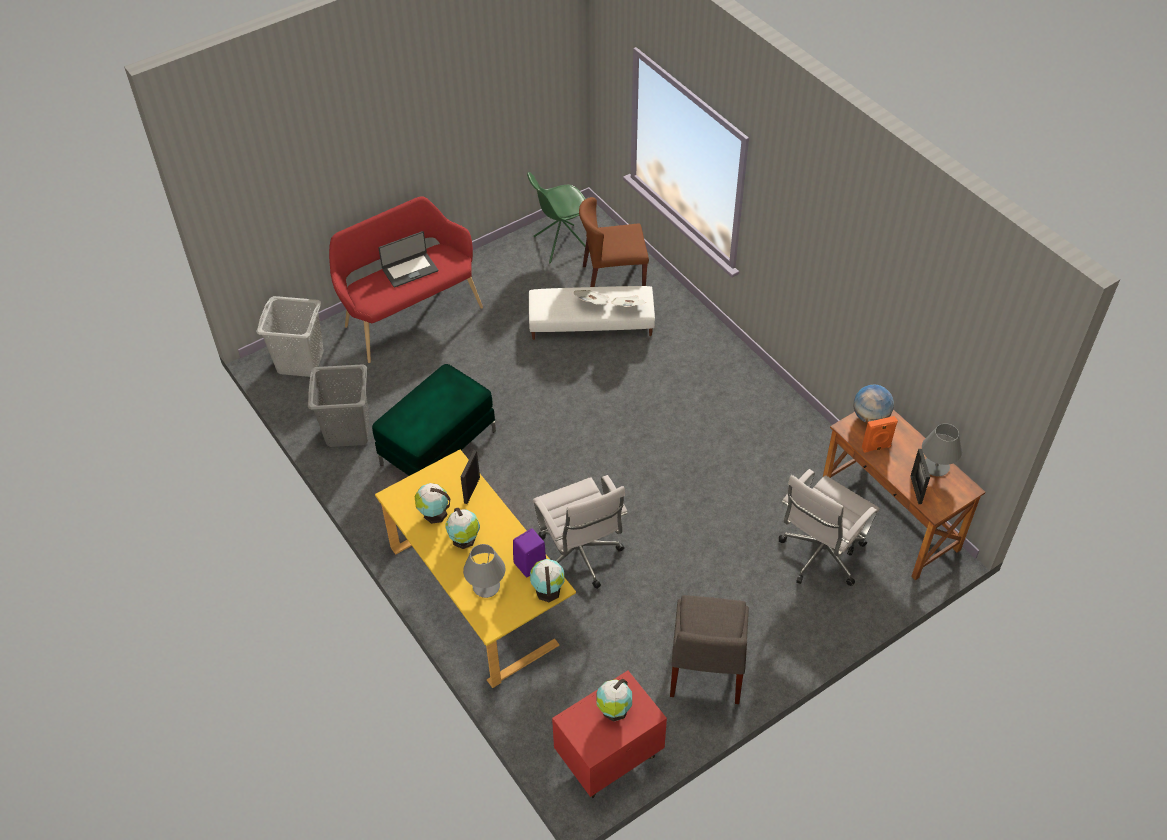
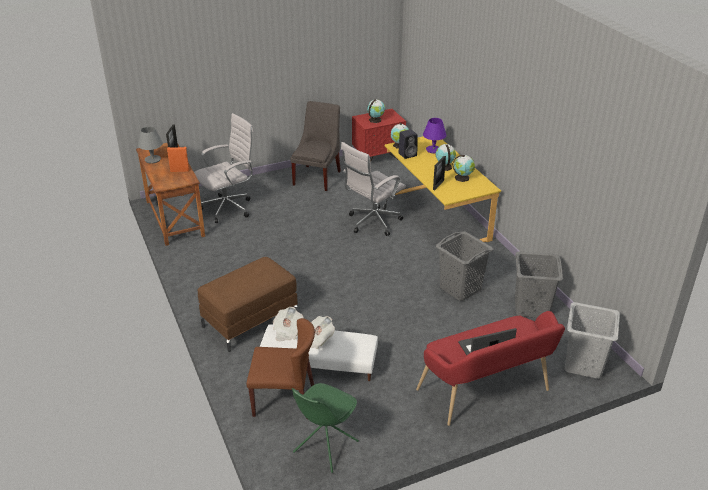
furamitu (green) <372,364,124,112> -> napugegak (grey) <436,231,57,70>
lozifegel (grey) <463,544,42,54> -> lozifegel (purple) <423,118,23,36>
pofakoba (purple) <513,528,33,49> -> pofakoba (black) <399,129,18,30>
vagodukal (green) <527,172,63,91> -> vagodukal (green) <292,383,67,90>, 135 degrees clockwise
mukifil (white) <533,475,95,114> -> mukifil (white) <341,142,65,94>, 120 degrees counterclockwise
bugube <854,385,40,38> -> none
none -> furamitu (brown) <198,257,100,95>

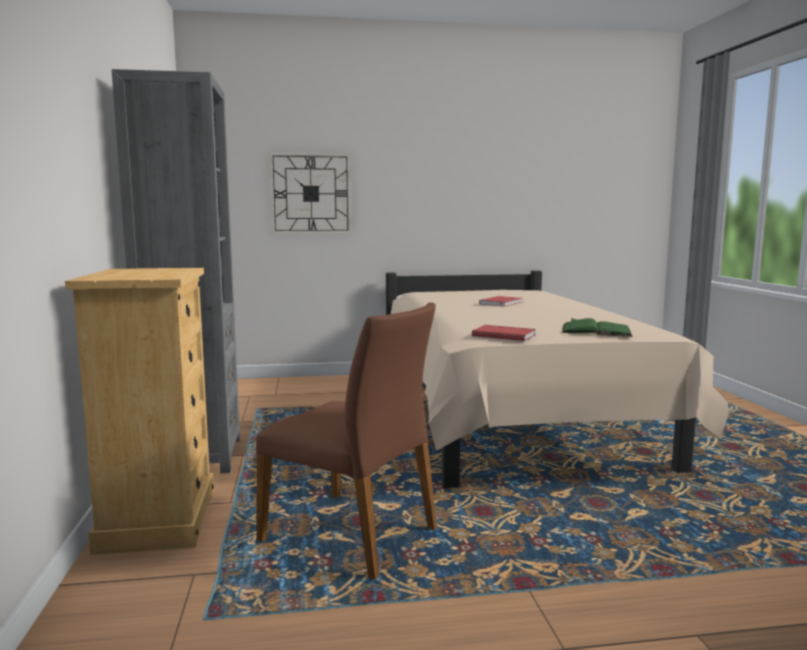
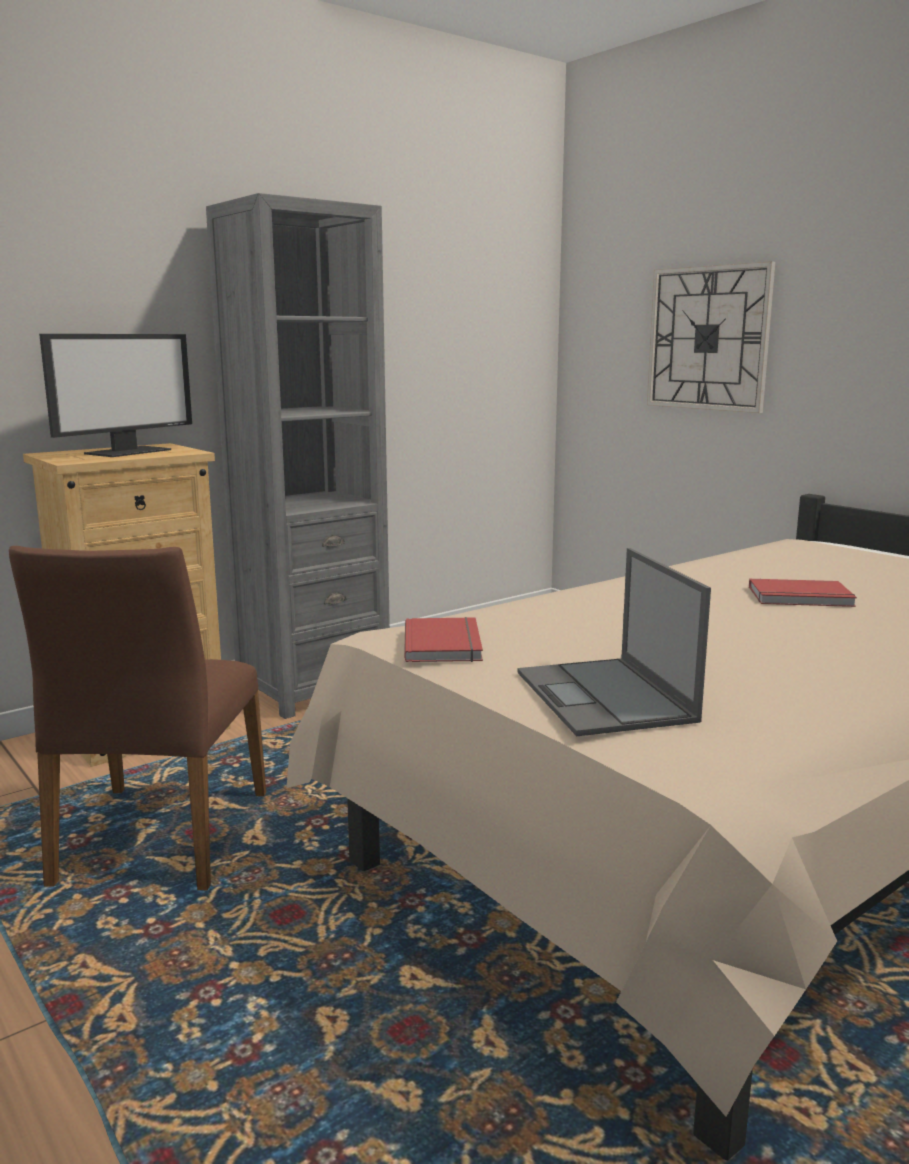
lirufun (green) <562,318,71,19> -> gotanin <518,548,193,188>
none -> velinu <39,334,153,123>

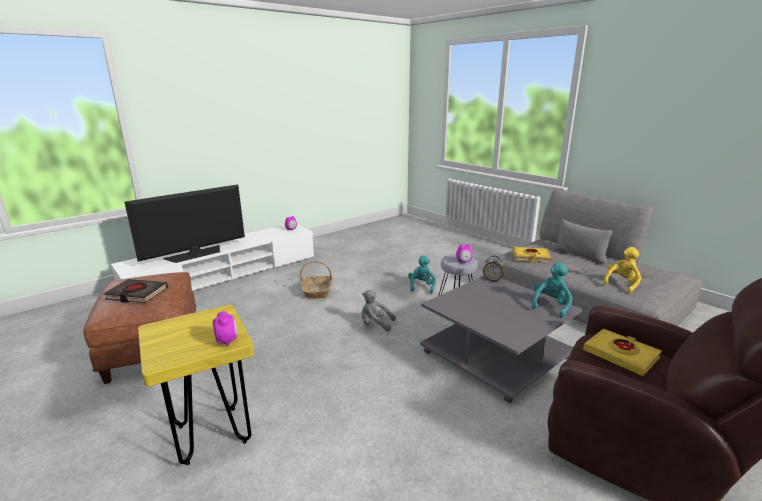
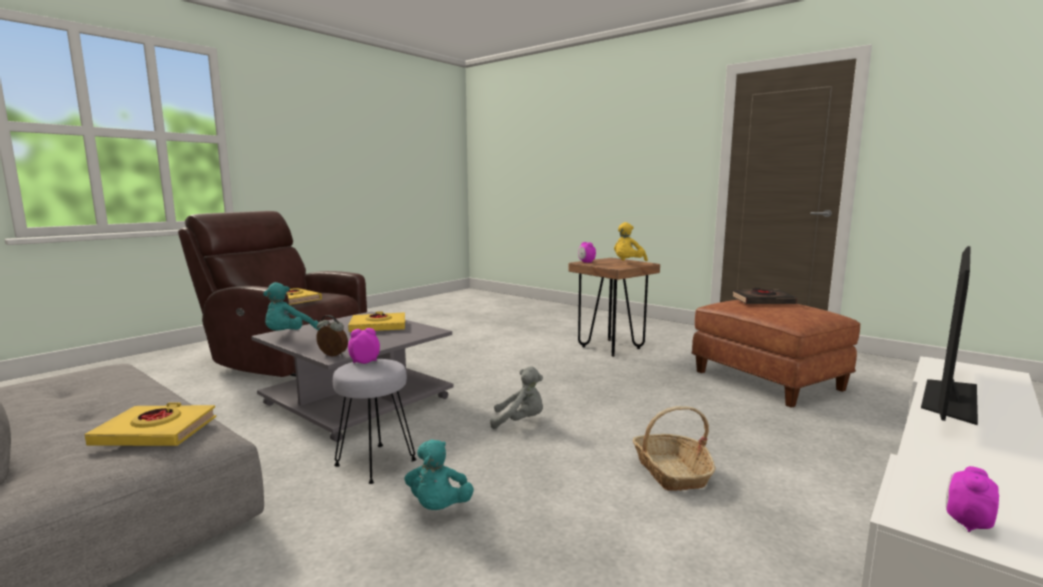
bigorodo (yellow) <138,305,116,160> -> bigorodo (brown) <569,258,91,99>
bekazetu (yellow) <603,247,38,47> -> bekazetu (yellow) <614,222,34,39>, move
none -> lirufun (yellow) <348,311,57,21>

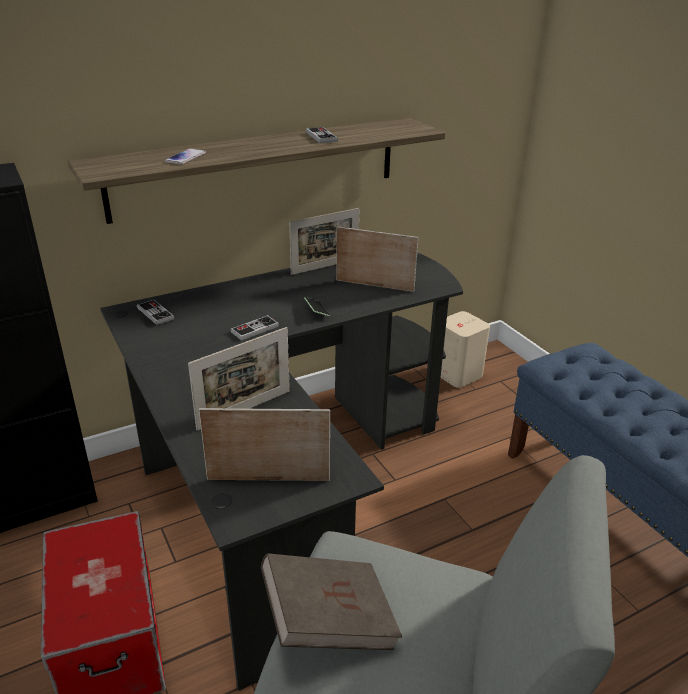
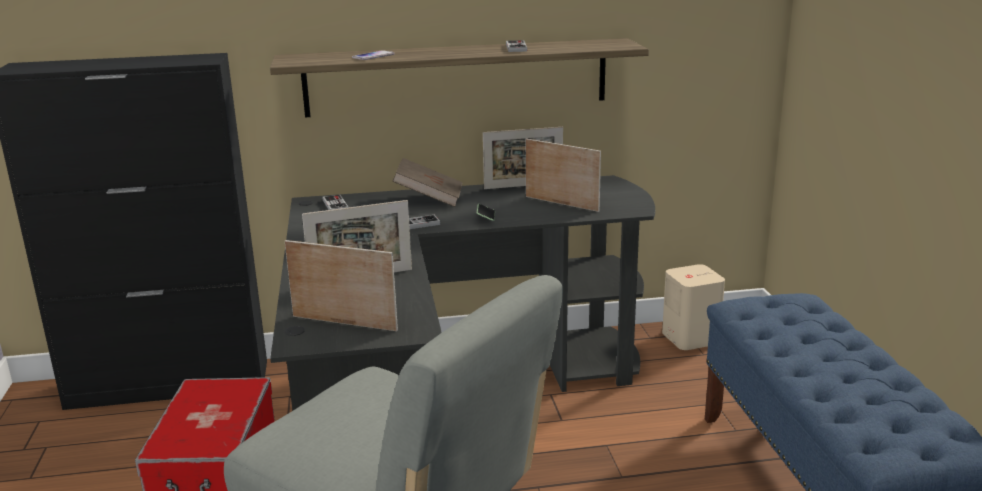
lirufun (brown) <261,553,141,97> -> lirufun (brown) <392,158,71,49>, move

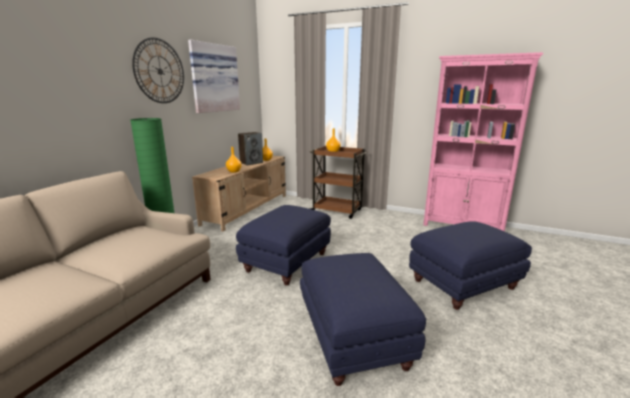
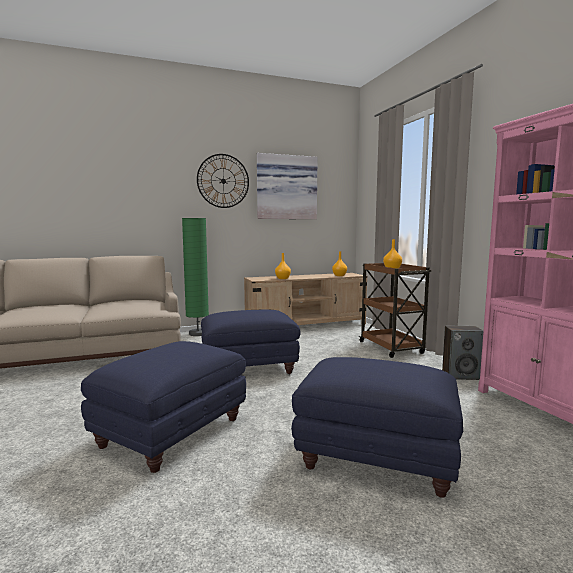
pofakoba <238,132,25,33> -> pofakoba <442,326,41,54>, move

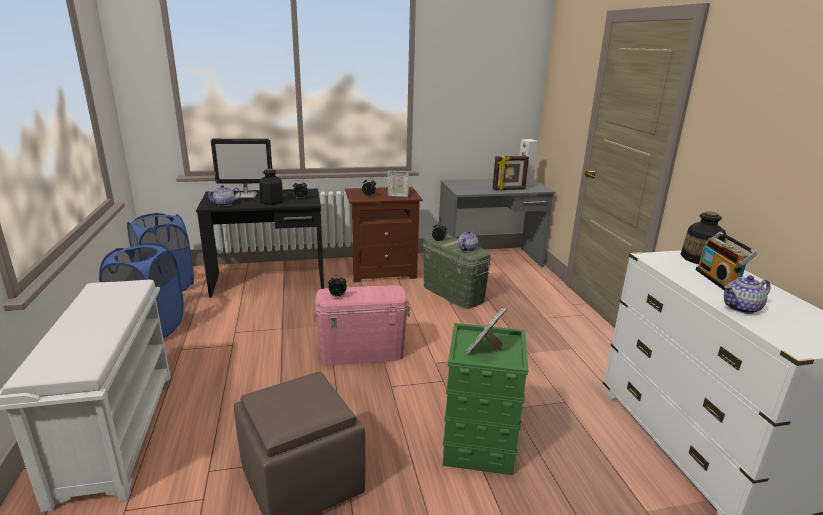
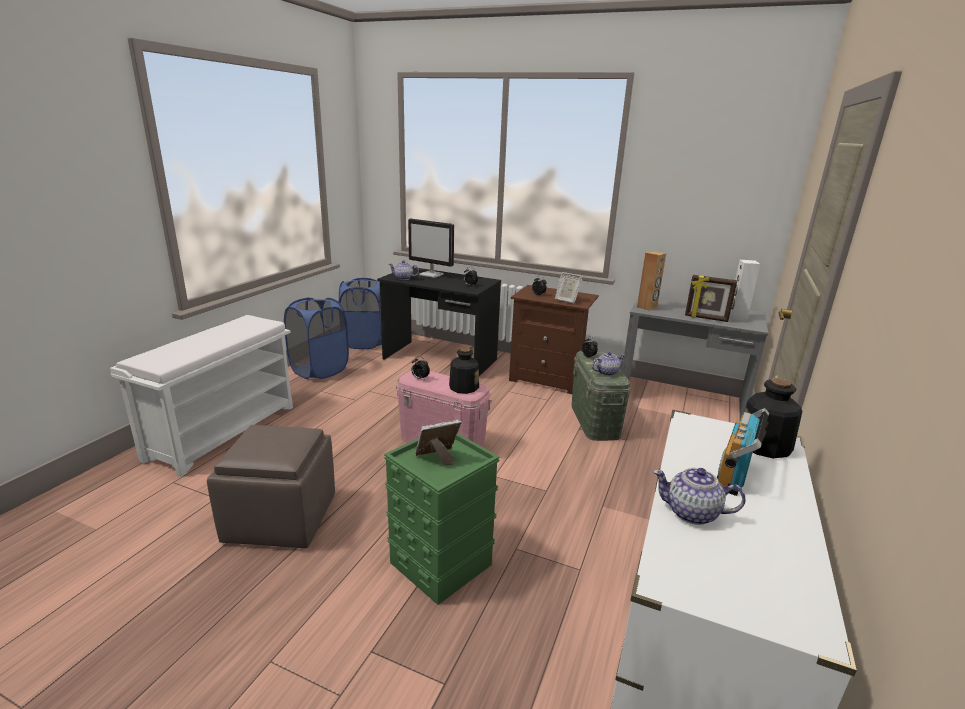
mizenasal <259,169,25,36> -> mizenasal <449,348,30,46>, move
none -> pofakoba (brown) <637,251,29,60>

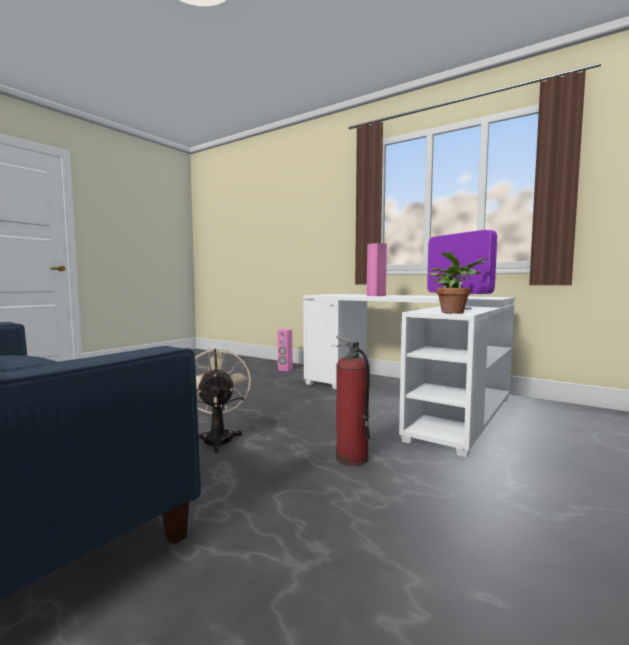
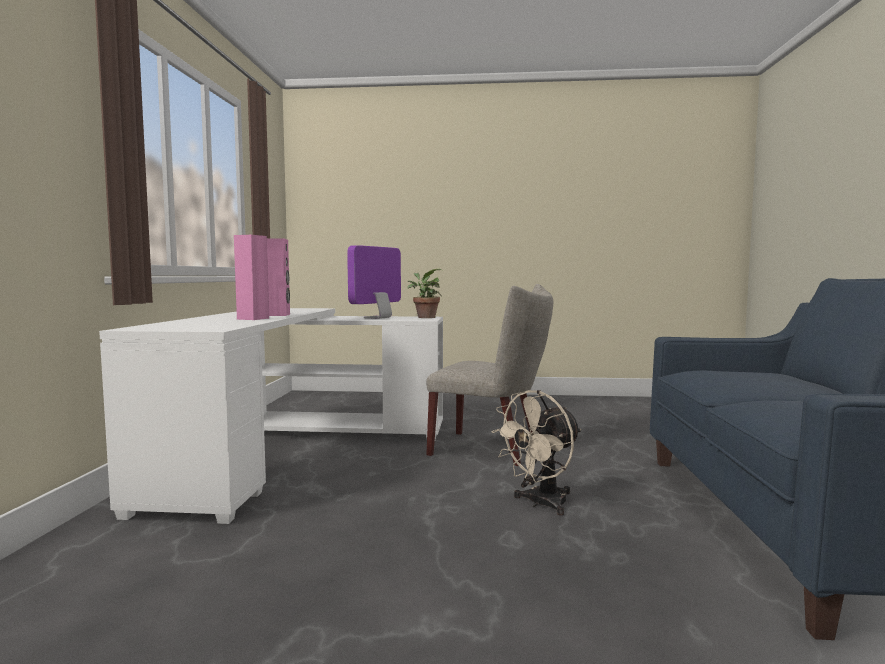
pofakoba (pink) <278,329,15,42> -> pofakoba (pink) <267,238,23,78>, move
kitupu <336,336,34,130> -> vagodukal (beige) <426,284,127,182>

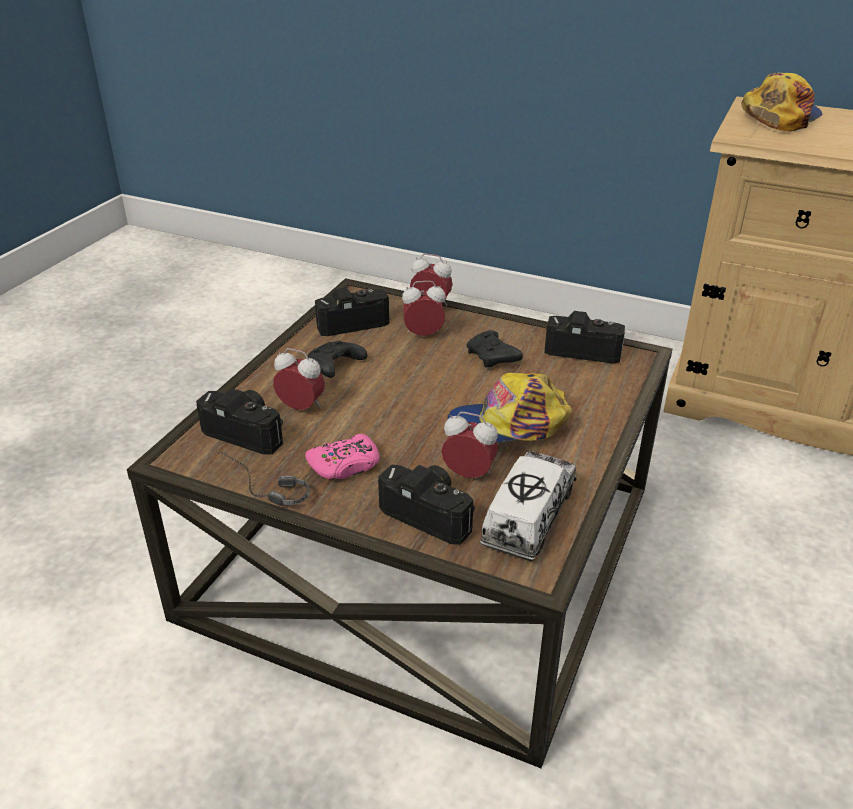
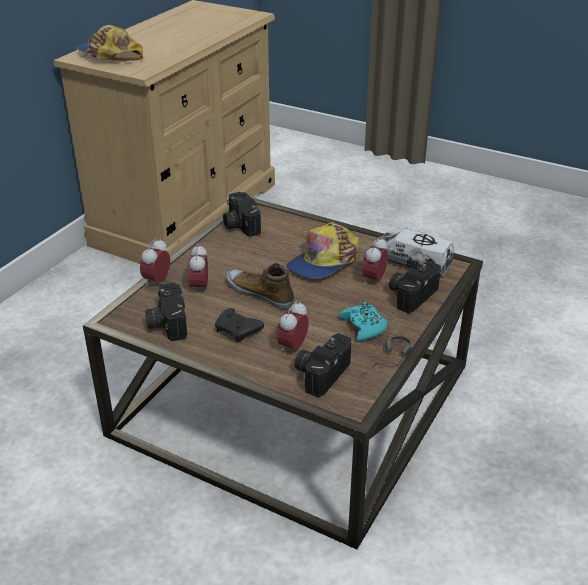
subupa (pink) <305,434,75,46> -> subupa (turquoise) <338,302,50,39>
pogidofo <447,373,125,70> -> pogidofo <286,222,73,56>, 45 degrees clockwise
subupa (black) <467,330,56,37> -> none
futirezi <544,311,81,52> -> futirezi <223,192,38,45>, 45 degrees counterclockwise
none -> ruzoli <226,263,68,46>

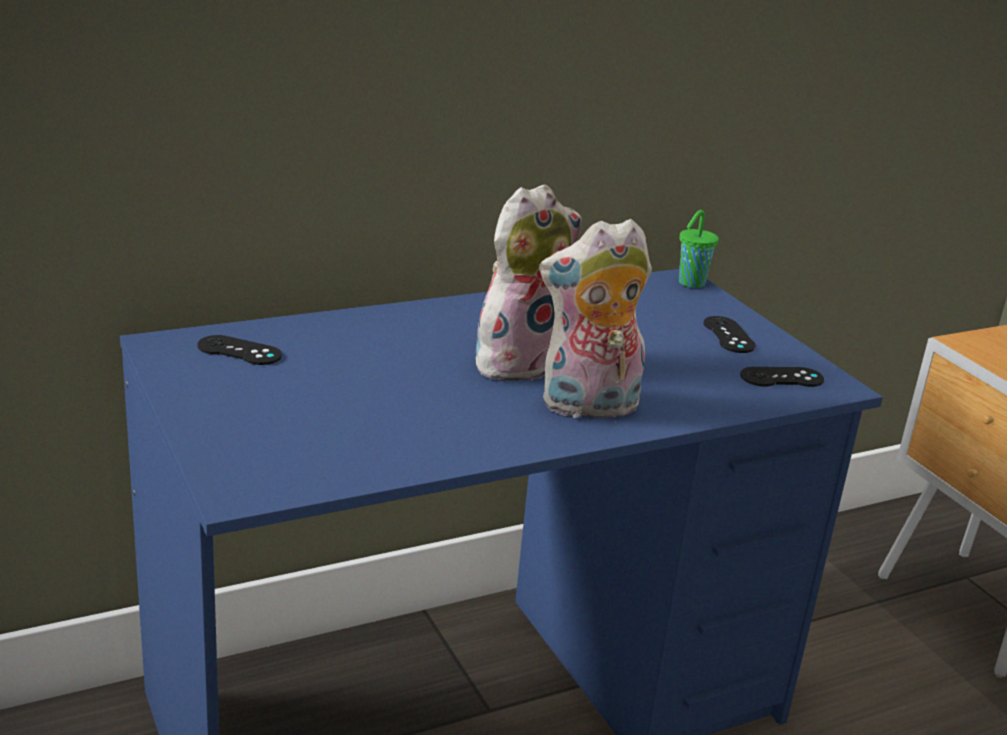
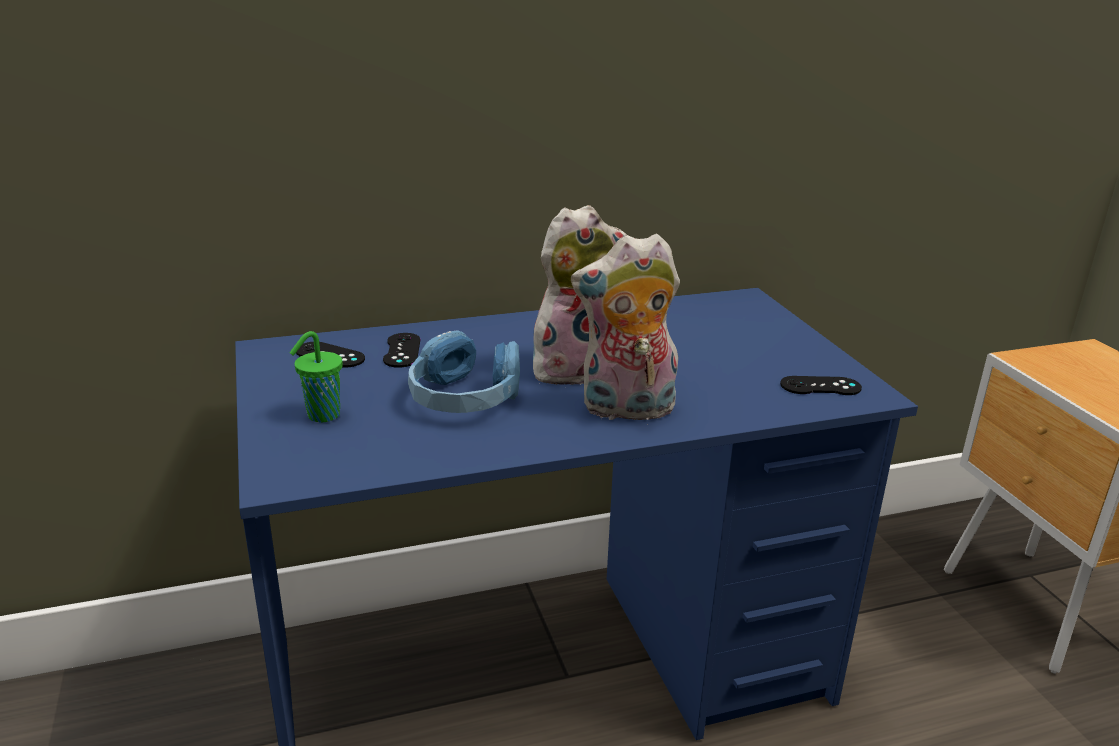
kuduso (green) <679,210,40,78> -> kuduso (green) <290,331,53,92>, move
subupa (black) <703,316,53,37> -> subupa (black) <383,333,37,35>, move
none -> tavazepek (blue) <408,330,112,83>

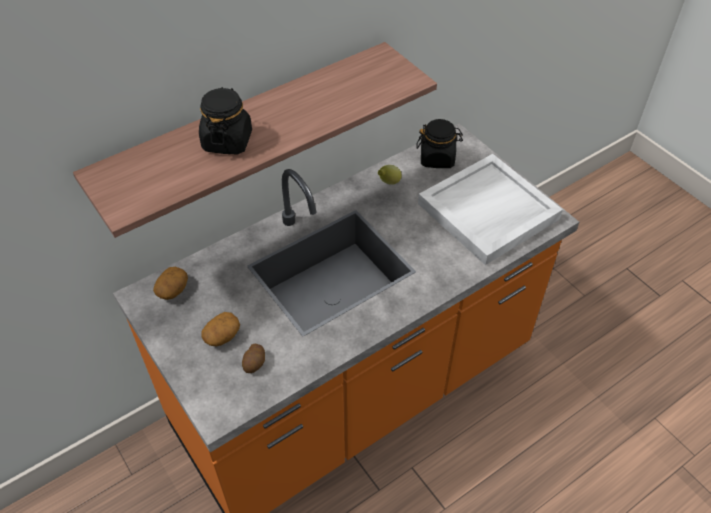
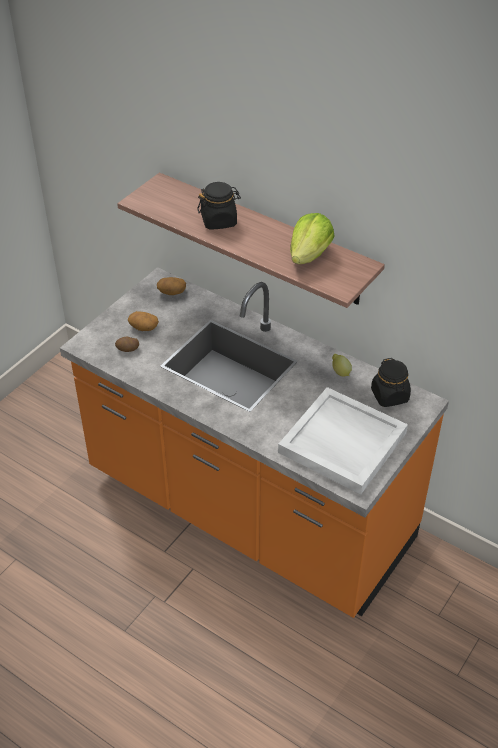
none -> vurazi <290,213,44,51>

